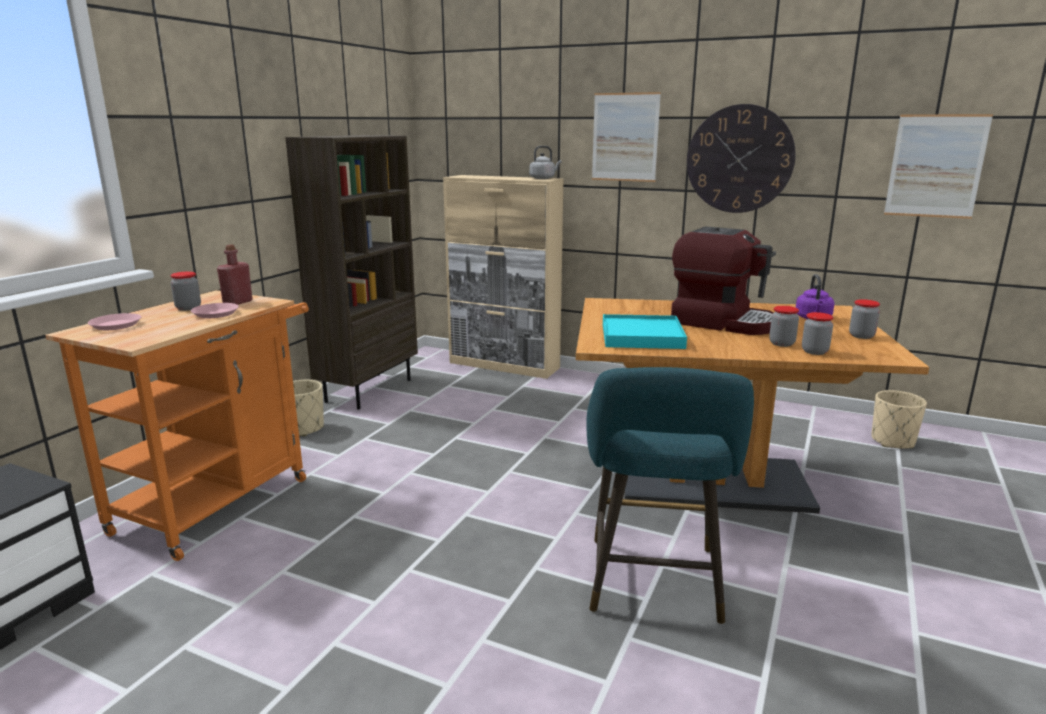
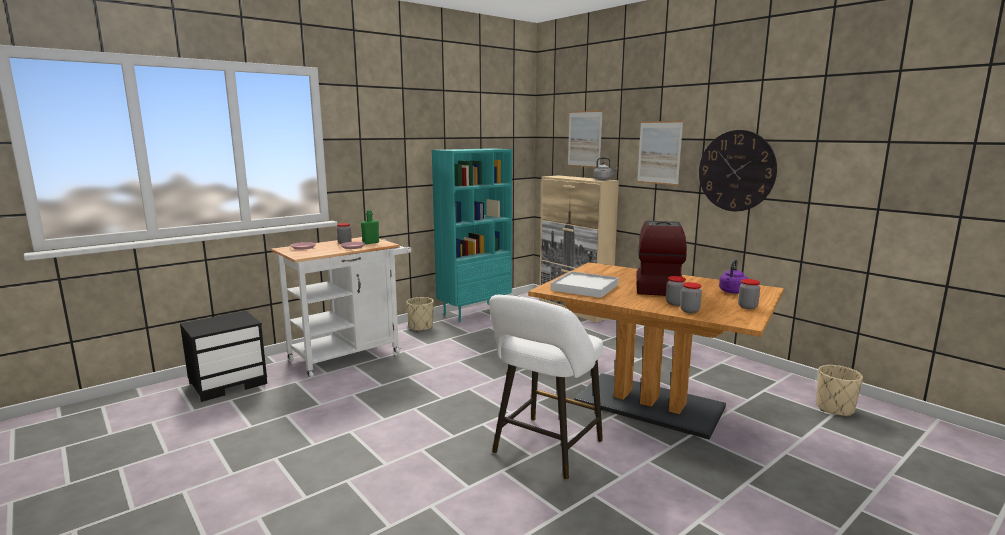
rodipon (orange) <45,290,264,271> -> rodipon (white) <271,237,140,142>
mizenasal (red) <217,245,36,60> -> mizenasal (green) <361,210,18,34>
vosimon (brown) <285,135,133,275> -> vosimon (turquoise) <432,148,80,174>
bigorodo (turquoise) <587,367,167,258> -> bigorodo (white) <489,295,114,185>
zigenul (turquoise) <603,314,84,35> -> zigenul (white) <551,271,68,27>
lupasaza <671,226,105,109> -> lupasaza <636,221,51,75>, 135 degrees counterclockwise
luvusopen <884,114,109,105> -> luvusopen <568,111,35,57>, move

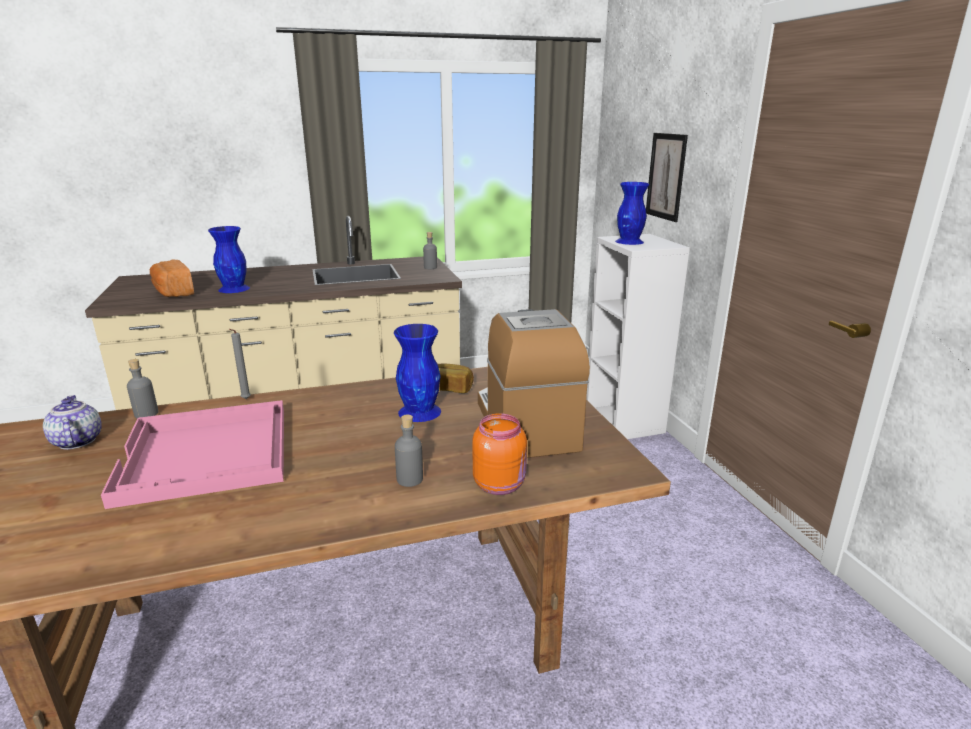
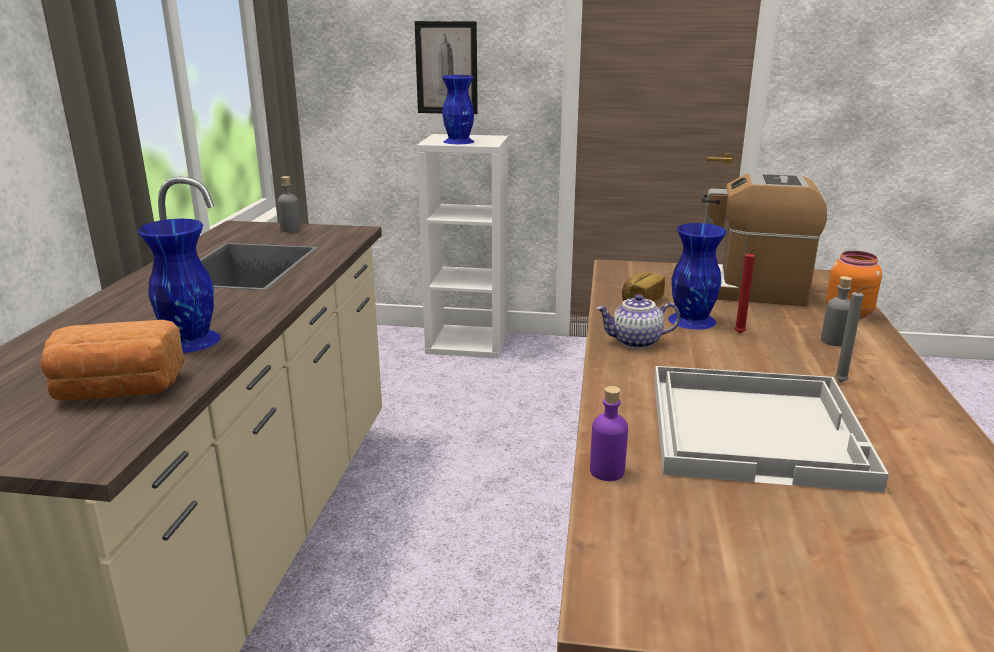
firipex <43,395,59,55> -> firipex <596,294,84,55>, move
zigenul (pink) <101,400,183,109> -> zigenul (white) <654,366,235,127>
mizenasal (grey) <127,359,31,59> -> mizenasal (purple) <590,386,38,95>
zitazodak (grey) <229,329,22,70> -> zitazodak (grey) <835,286,37,96>, move
none -> zitazodak (red) <734,248,21,86>

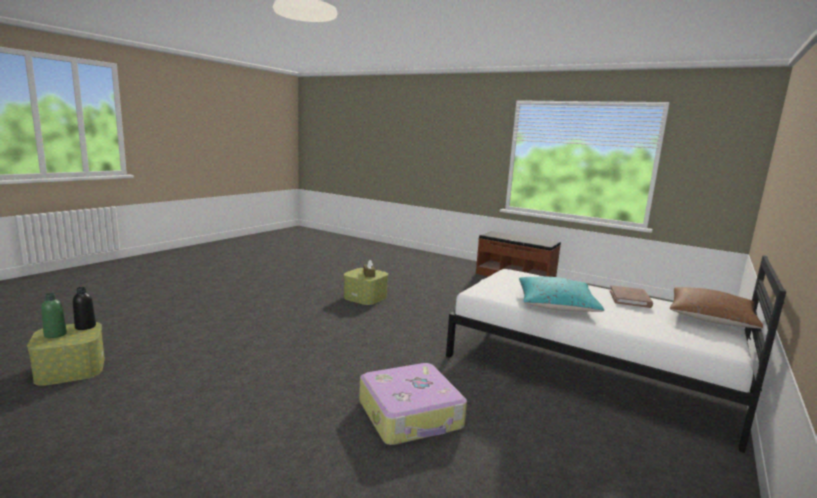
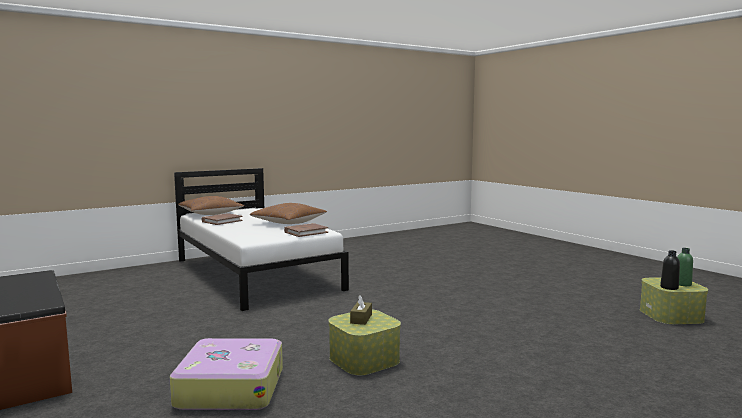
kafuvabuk <359,363,108,82> -> kafuvabuk <170,338,113,72>, move
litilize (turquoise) <519,277,85,35> -> litilize (brown) <250,203,77,21>
none -> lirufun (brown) <284,223,44,14>

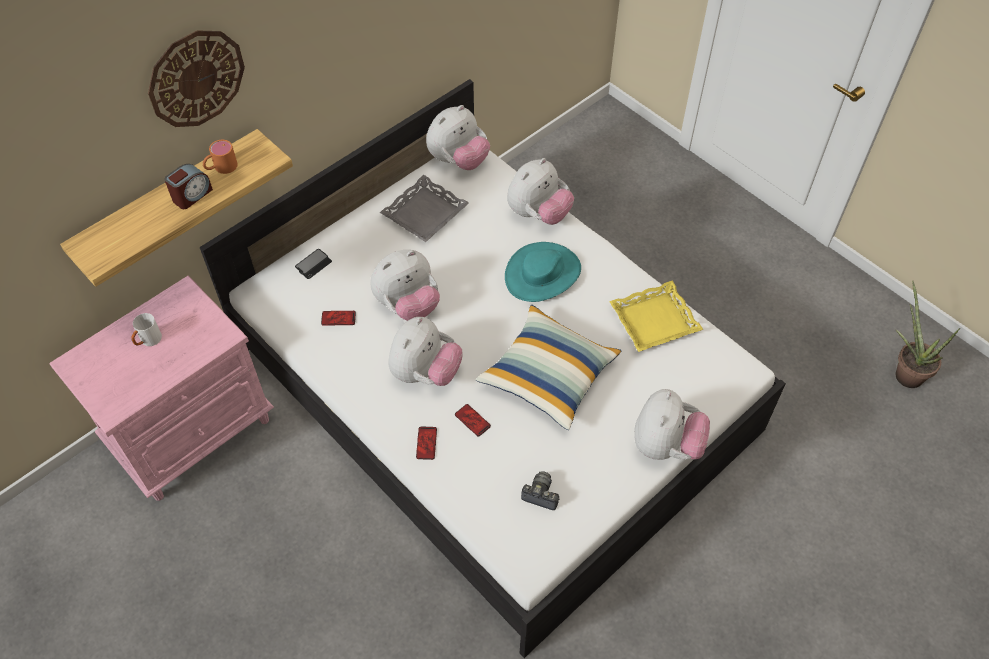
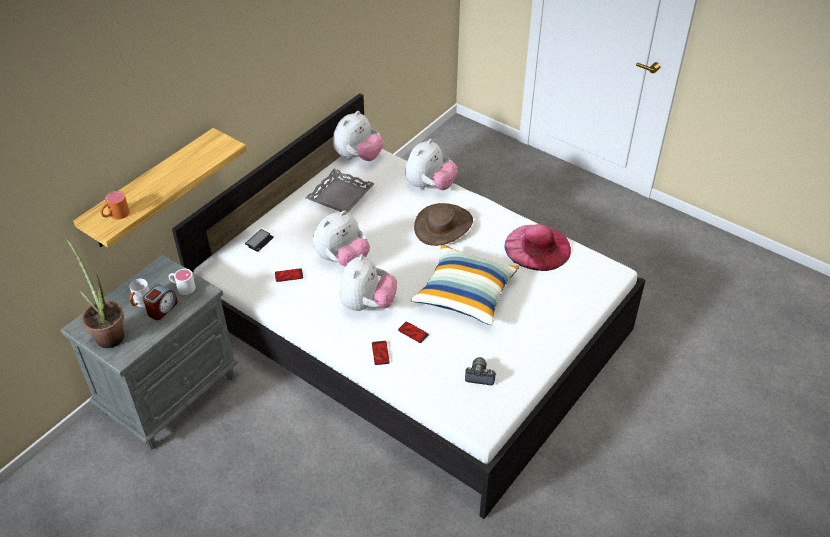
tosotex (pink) <50,276,224,225> -> tosotex (grey) <61,254,178,196>
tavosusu <148,30,97,97> -> none
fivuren <164,164,49,45> -> fivuren <143,285,35,35>, move
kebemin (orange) <203,140,35,34> -> kebemin (orange) <101,191,29,29>, move
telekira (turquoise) <505,242,76,60> -> telekira (brown) <414,203,59,43>
zigenul (yellow) <609,281,94,71> -> telekira (pink) <504,224,67,47>
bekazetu <634,389,76,71> -> none
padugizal <896,281,64,107> -> padugizal <66,237,58,111>, move
none -> kebemin (white) <169,269,27,26>

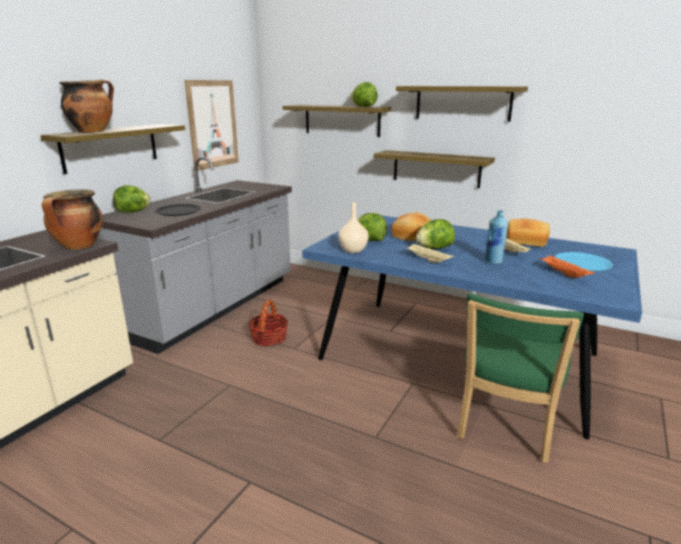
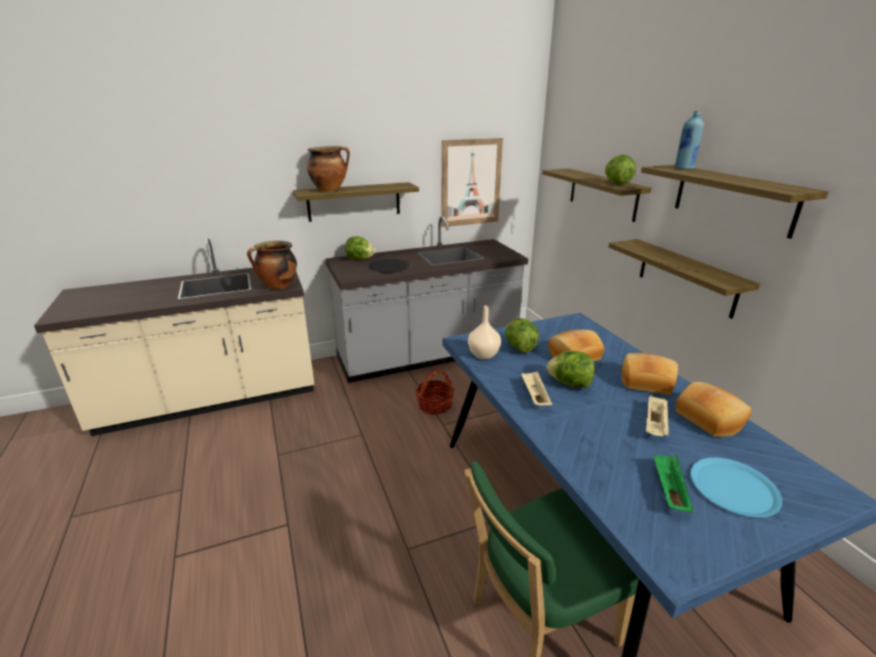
mizenasal (blue) <484,210,24,55> -> mizenasal (blue) <675,111,29,59>, move
zigenul (orange) <540,255,55,23> -> zigenul (green) <653,455,41,57>
none -> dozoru <622,353,56,42>

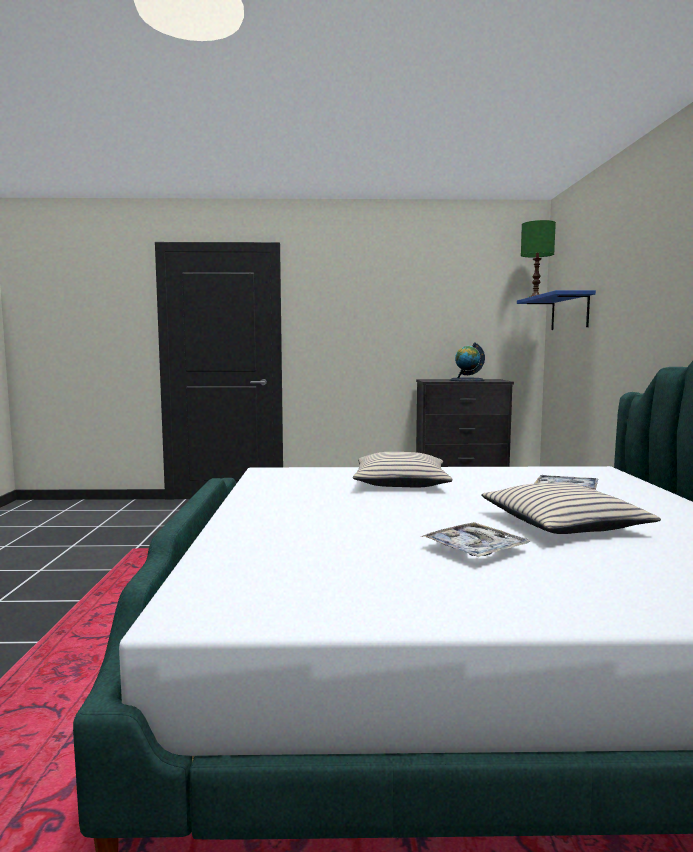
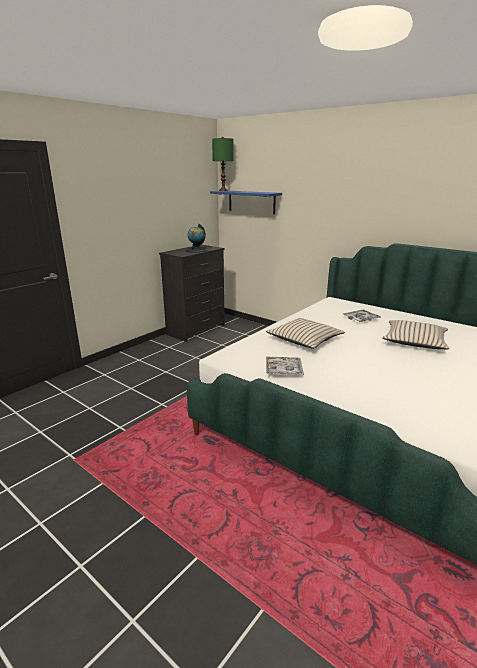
zigenul <420,522,110,36> -> zigenul <266,357,38,18>, move

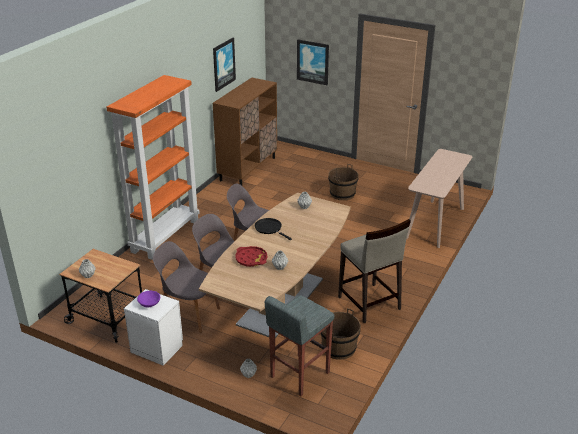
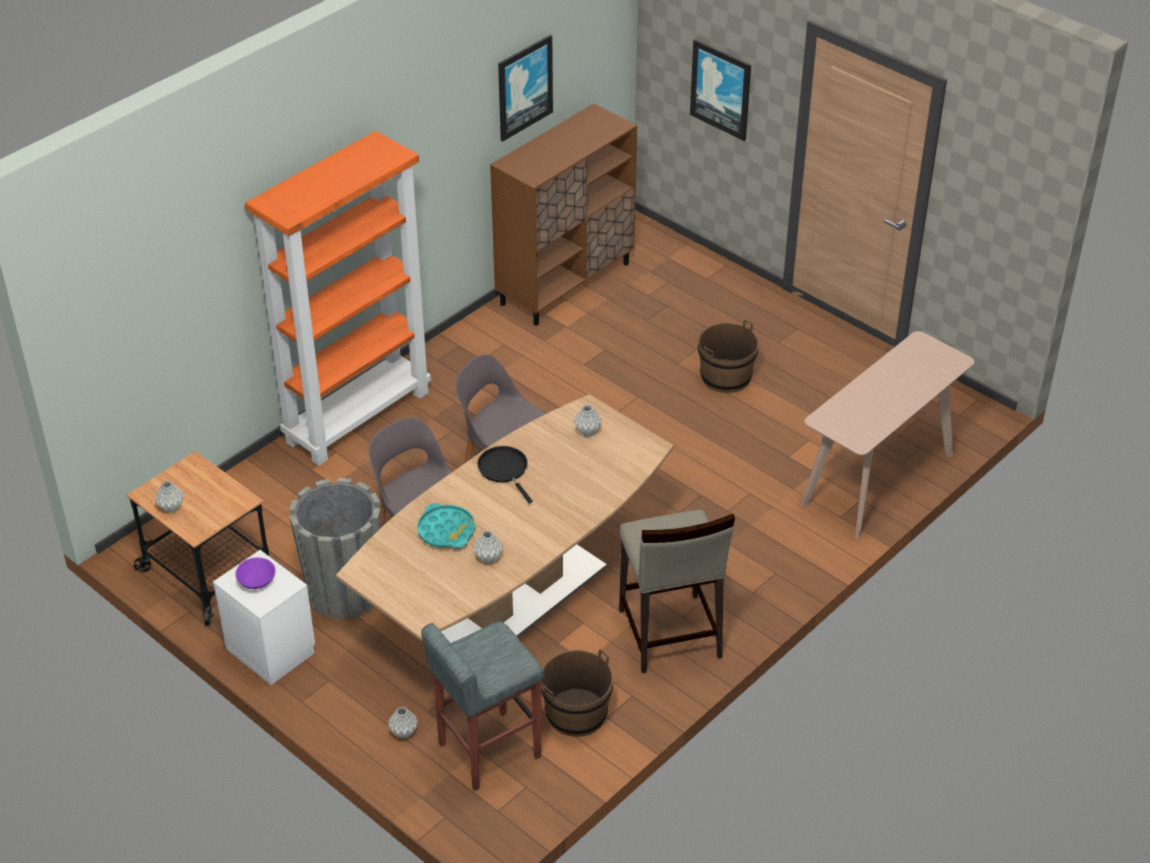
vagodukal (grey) <153,241,67,92> -> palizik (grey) <289,478,92,142>
zigenul (red) <235,246,32,21> -> zigenul (turquoise) <417,503,58,45>

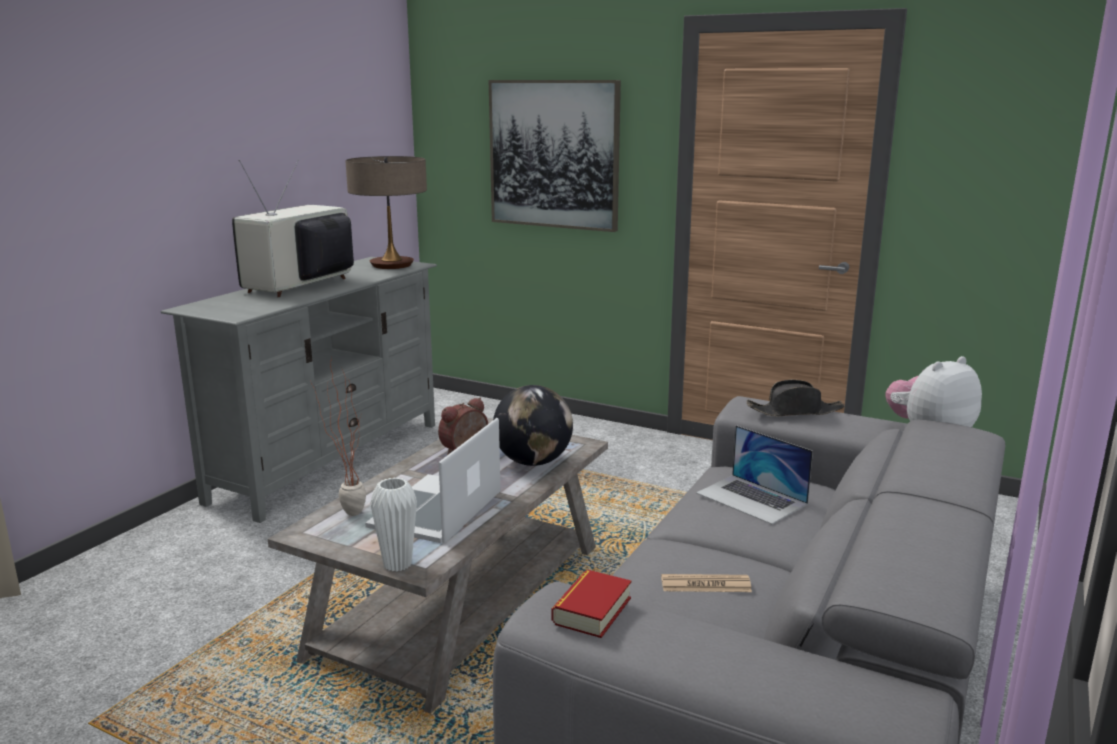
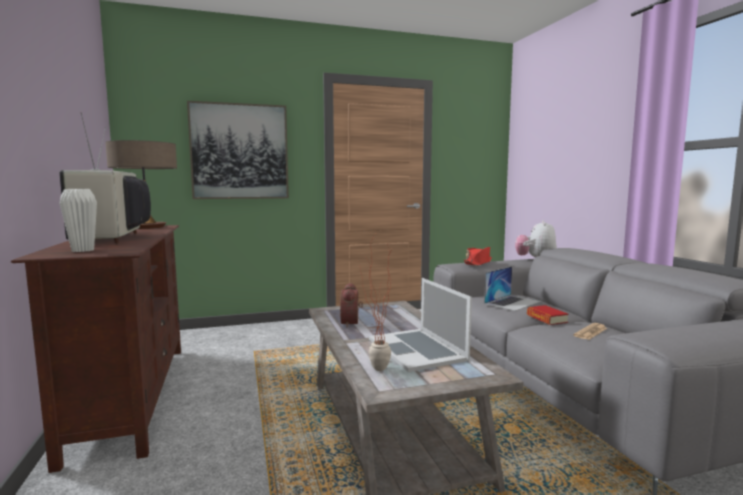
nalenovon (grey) <161,257,276,266> -> nalenovon (brown) <11,225,170,248>
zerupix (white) <371,478,46,94> -> zerupix (white) <59,189,38,63>, move
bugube <493,385,80,81> -> none
lirufun <551,570,80,68> -> lirufun <527,305,42,20>, move
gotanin <696,425,117,99> -> gotanin <484,266,57,45>, 45 degrees counterclockwise
telekira (black) <747,380,98,36> -> telekira (red) <464,247,28,19>

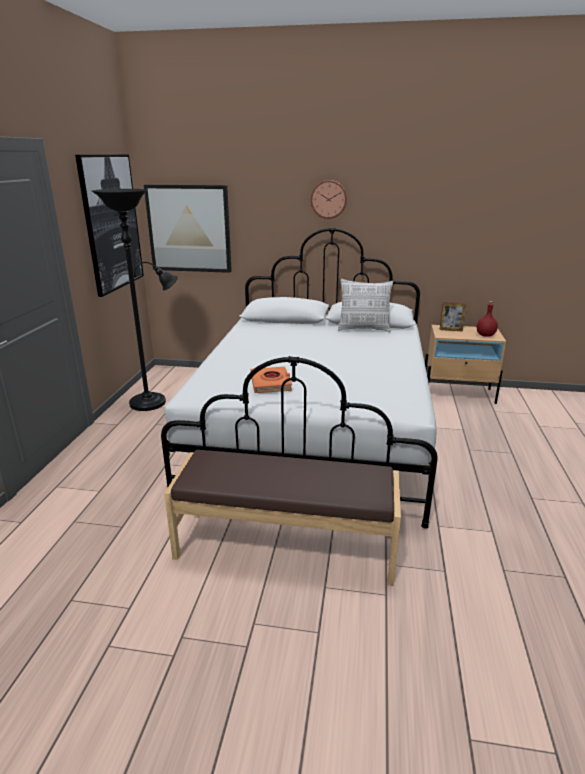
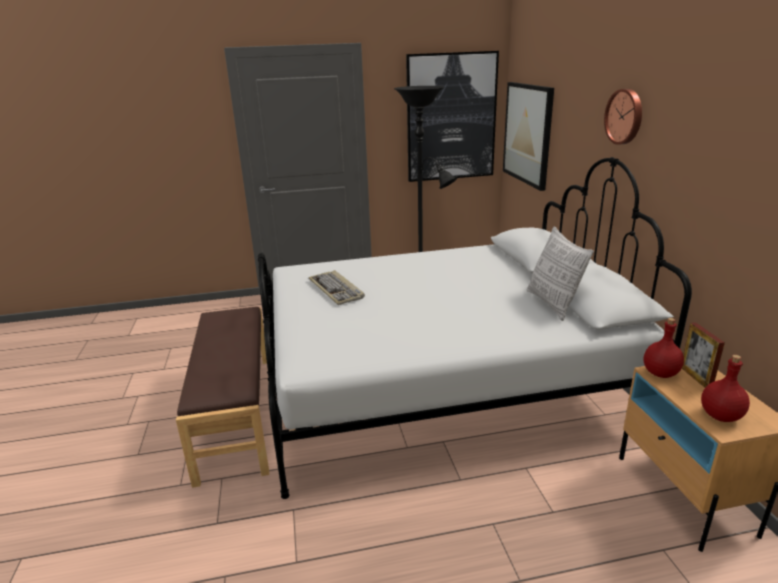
lirufun (orange) <250,367,42,26> -> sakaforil <309,270,56,35>
none -> mizenasal (red) <643,318,41,60>

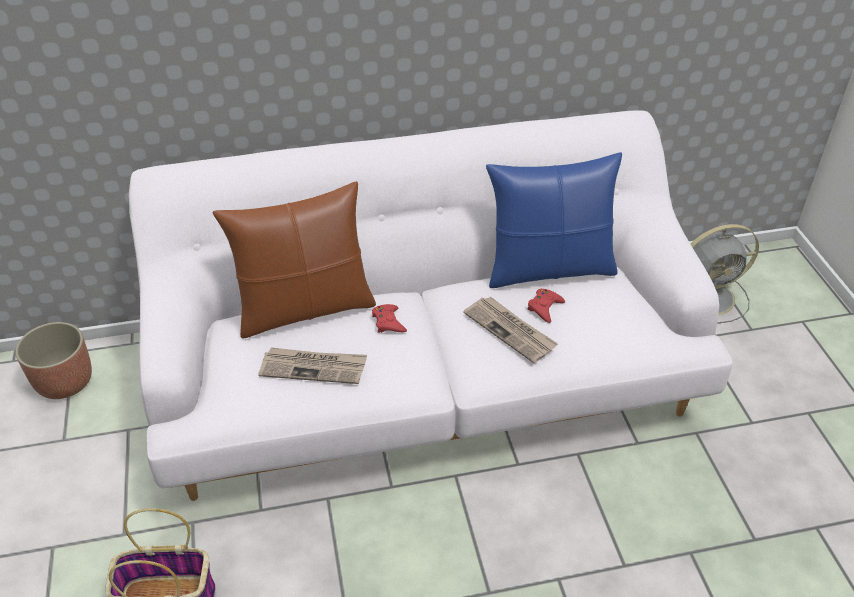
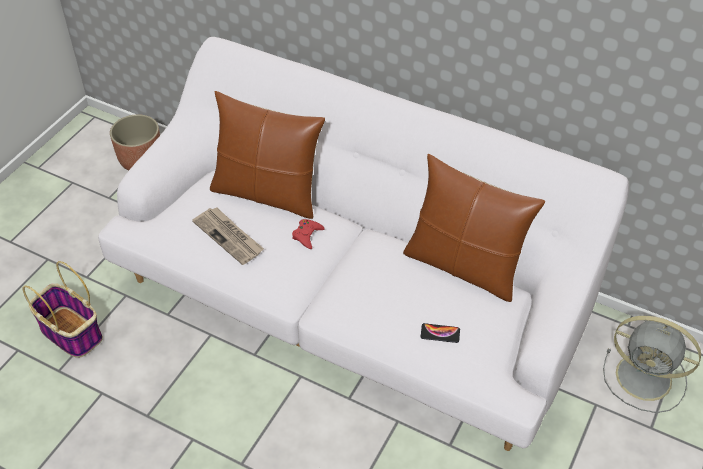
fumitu <463,296,95,67> -> none
litilize (blue) <486,152,136,136> -> litilize (brown) <403,154,142,148>
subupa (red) <528,289,37,34> -> none
none -> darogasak <421,323,39,20>

